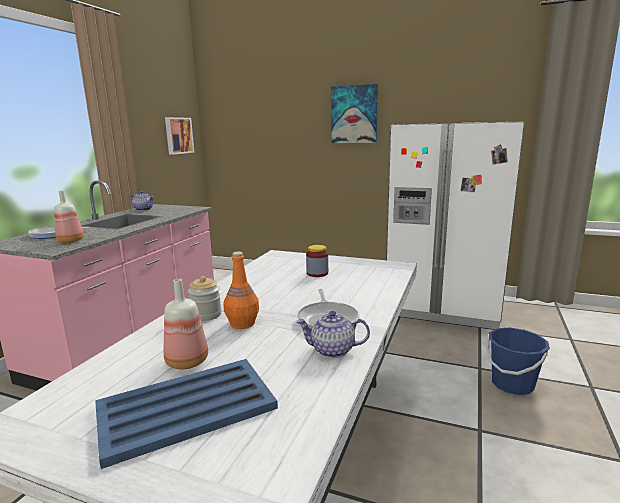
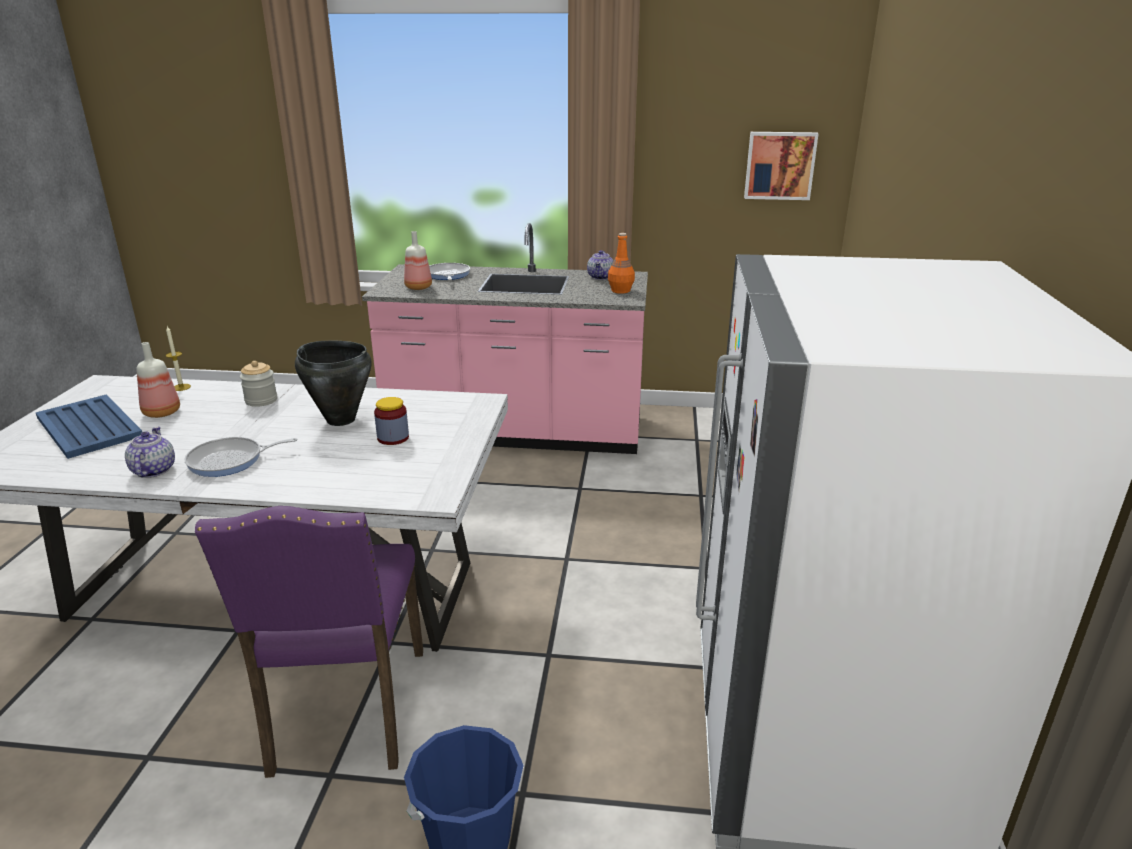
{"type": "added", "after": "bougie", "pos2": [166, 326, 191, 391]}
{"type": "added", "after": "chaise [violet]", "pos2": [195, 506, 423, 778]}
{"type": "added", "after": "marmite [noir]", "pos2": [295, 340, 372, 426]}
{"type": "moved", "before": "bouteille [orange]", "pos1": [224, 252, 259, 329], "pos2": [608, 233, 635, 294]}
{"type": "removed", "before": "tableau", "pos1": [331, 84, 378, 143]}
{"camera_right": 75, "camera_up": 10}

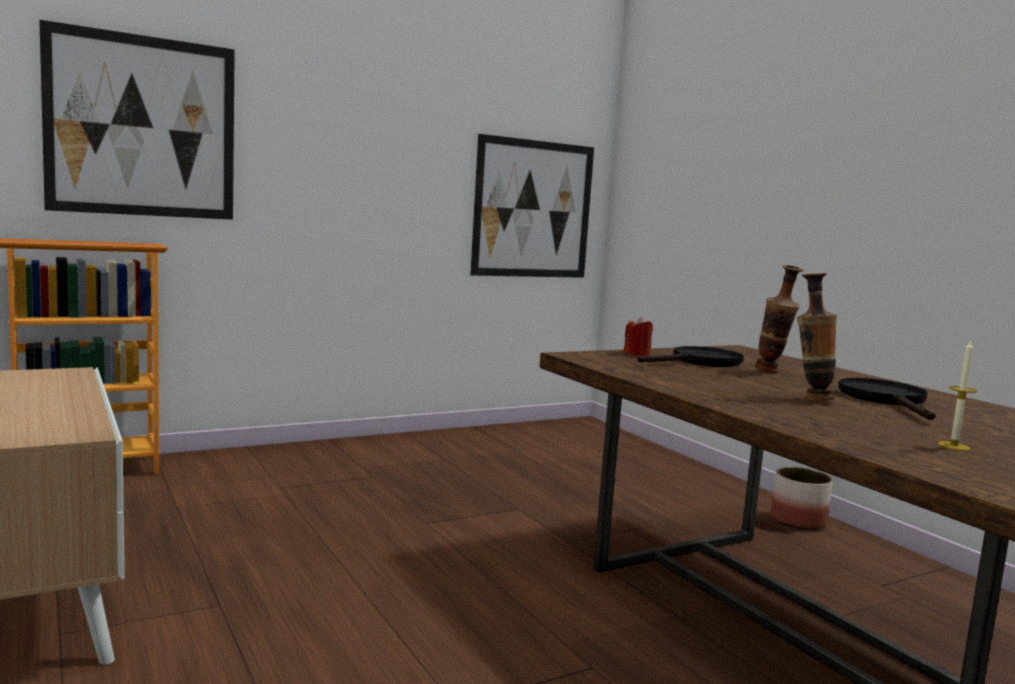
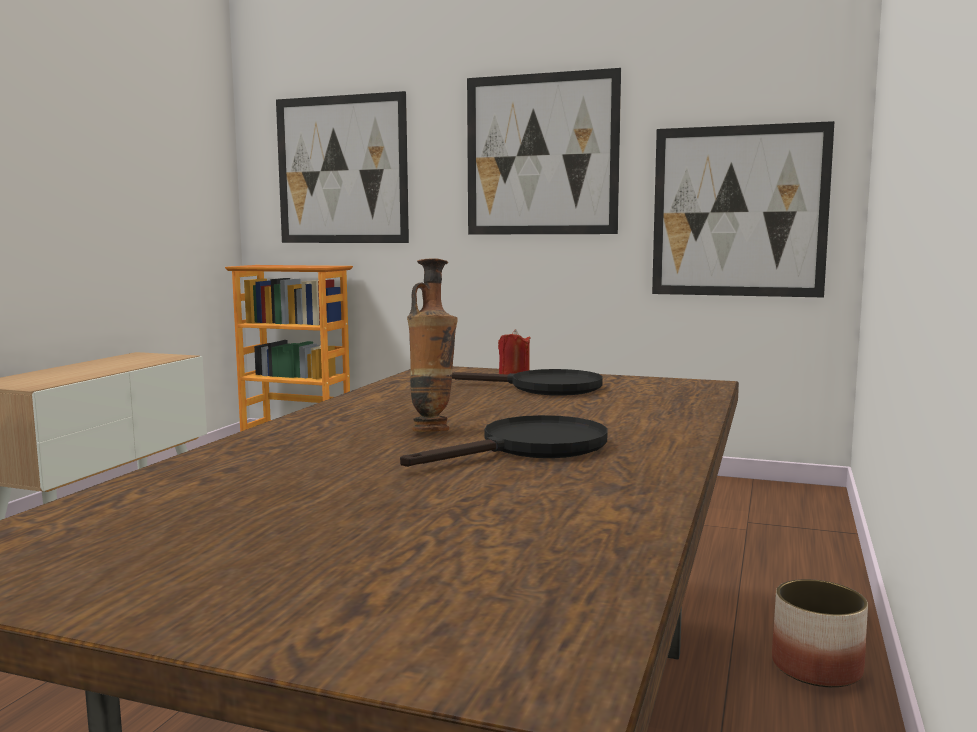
{"type": "added", "after": "tableau", "pos2": [467, 68, 621, 234]}
{"type": "removed", "before": "vase", "pos1": [754, 265, 803, 373]}
{"type": "removed", "before": "bougie", "pos1": [938, 340, 977, 451]}
{"camera_right": 50, "camera_up": 0}

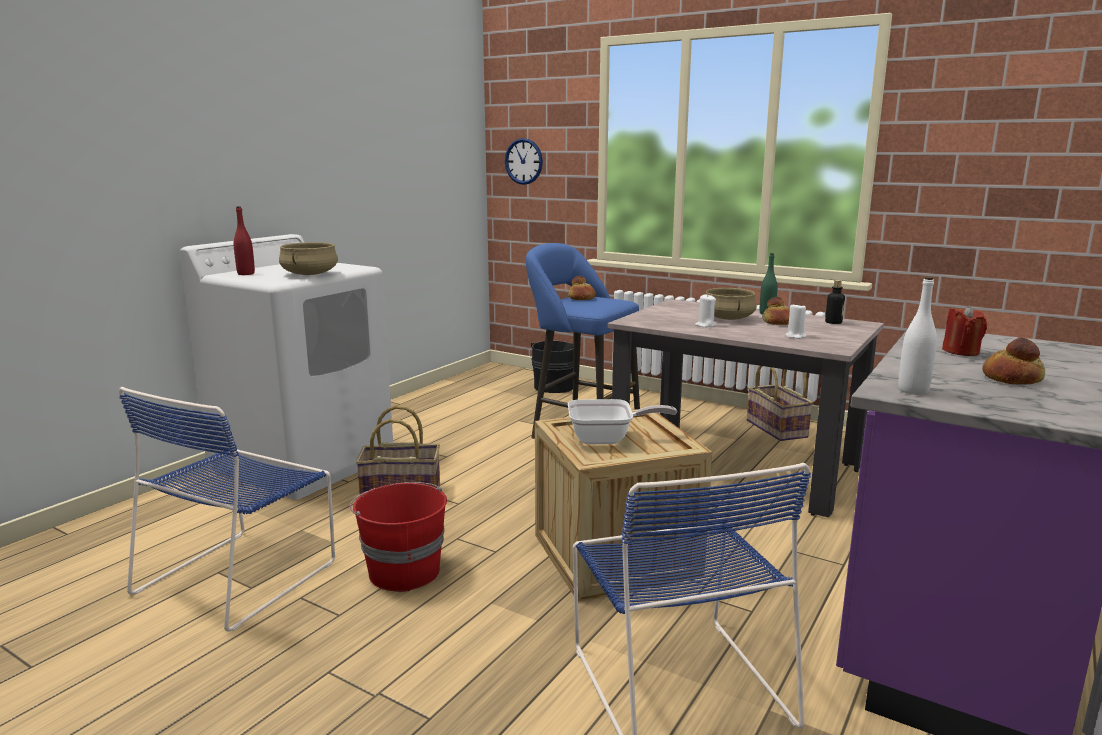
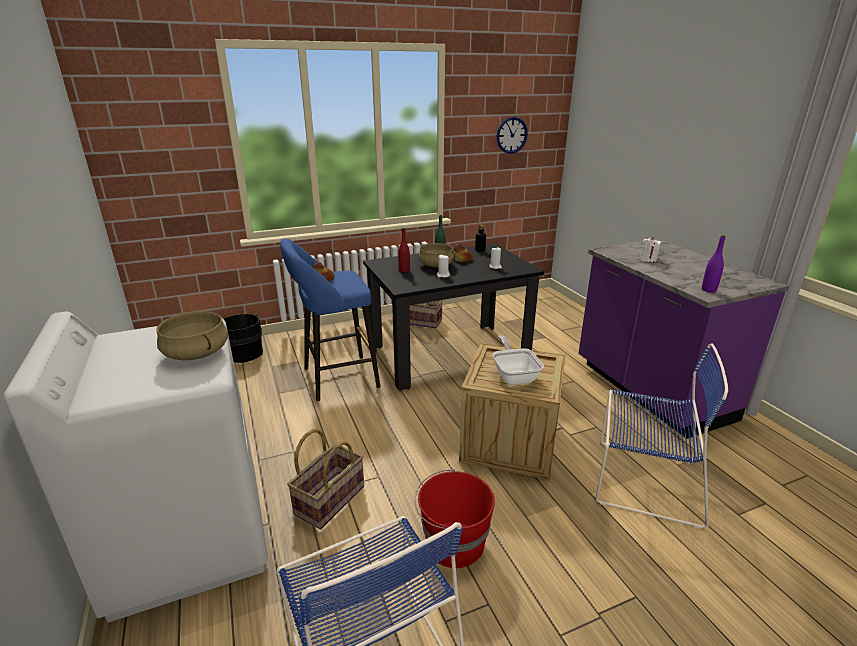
{"type": "recoloured", "before": "table à manger [beige]", "after": "table à manger [noir]", "pos1": [608, 299, 884, 518], "pos2": [363, 243, 544, 390]}
{"type": "moved", "before": "bouteille [rouge]", "pos1": [234, 206, 255, 275], "pos2": [398, 228, 410, 272]}
{"type": "turned", "before": "poêle", "pos1": [568, 399, 677, 444], "pos2": [492, 336, 544, 385], "turn": -45}
{"type": "moved", "before": "horloge murale", "pos1": [505, 138, 543, 185], "pos2": [497, 117, 528, 154]}
{"type": "recoloured", "before": "bougie [rouge]", "after": "bougie [blanc]", "pos1": [942, 305, 987, 356], "pos2": [639, 237, 661, 262]}
{"type": "recoloured", "before": "bouteille [blanc]", "after": "bouteille [violet]", "pos1": [898, 277, 937, 395], "pos2": [702, 235, 725, 293]}
{"type": "removed", "before": "pain", "pos1": [982, 338, 1045, 385]}
{"camera_right": -55, "camera_up": 10}

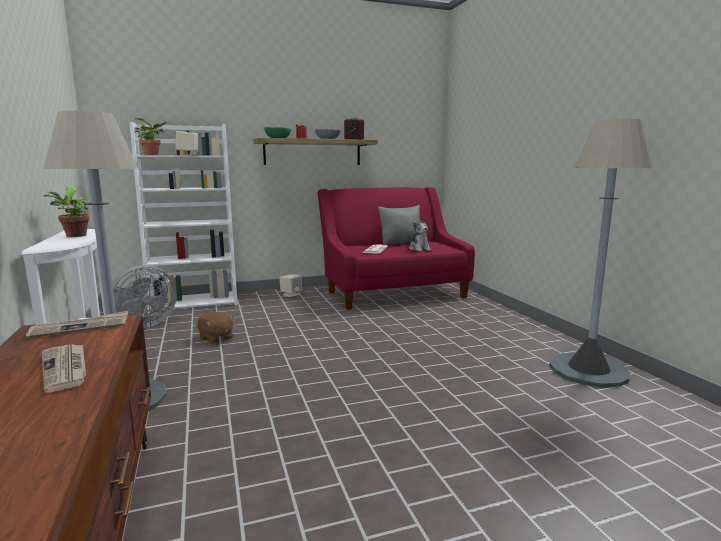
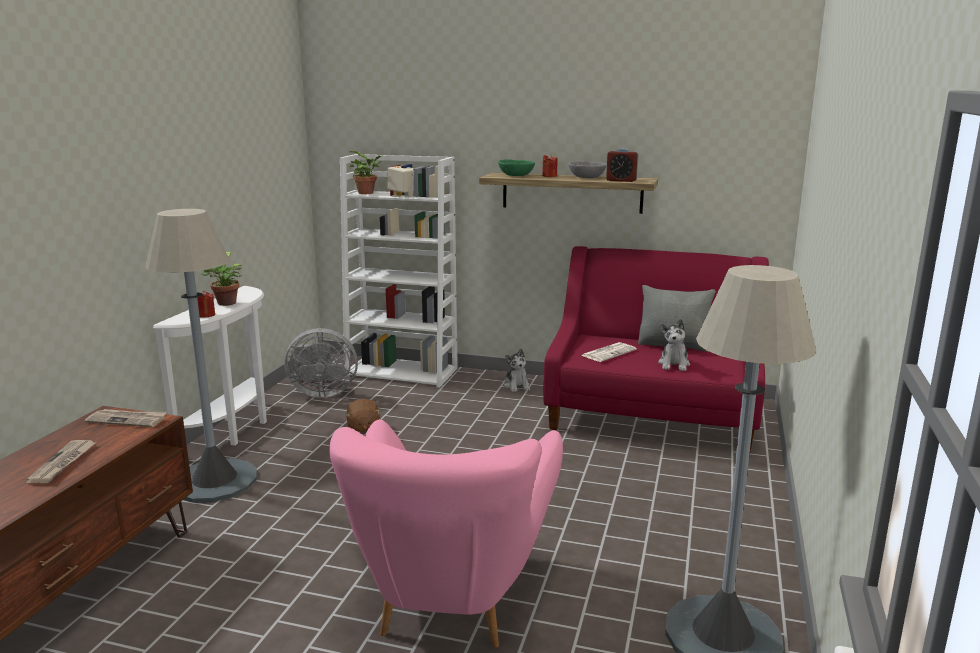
{"type": "added", "after": "bougie [rouge]", "pos2": [197, 290, 215, 318]}
{"type": "added", "after": "fauteuil [rose]", "pos2": [329, 419, 563, 648]}
{"type": "replaced", "before": "enceinte [beige]", "after": "peluche", "pos1": [279, 274, 302, 297], "pos2": [504, 349, 530, 392]}
{"camera_right": 35, "camera_up": 5}

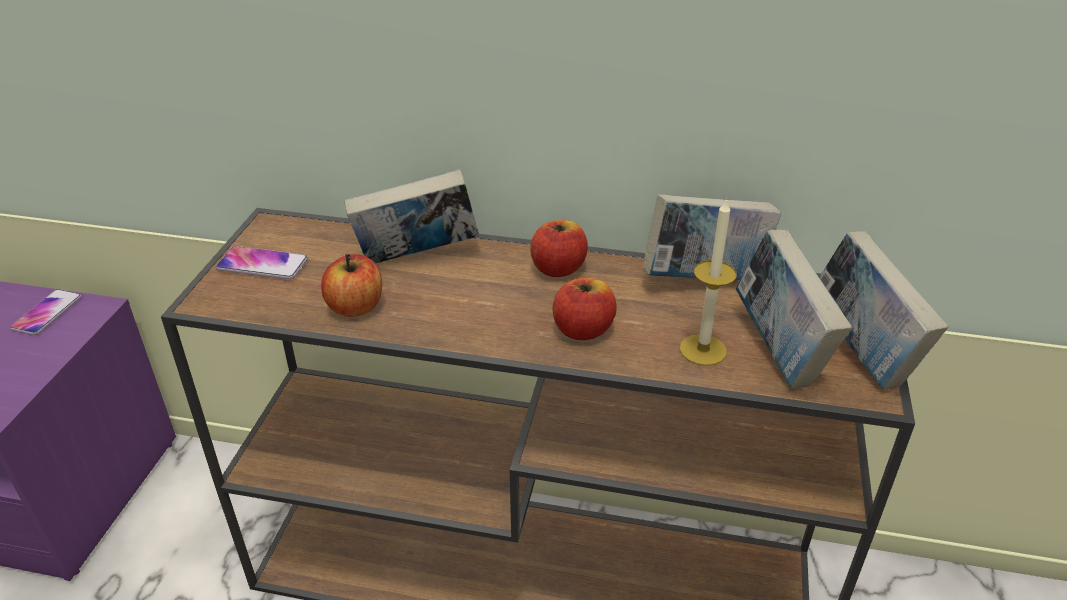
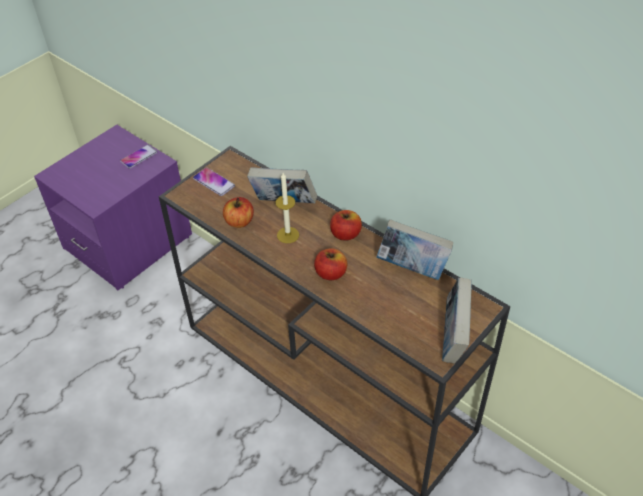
{"type": "moved", "before": "bougie", "pos1": [680, 198, 737, 366], "pos2": [276, 173, 299, 243]}
{"type": "removed", "before": "livre", "pos1": [736, 230, 852, 388]}
{"camera_right": 30, "camera_up": 10}

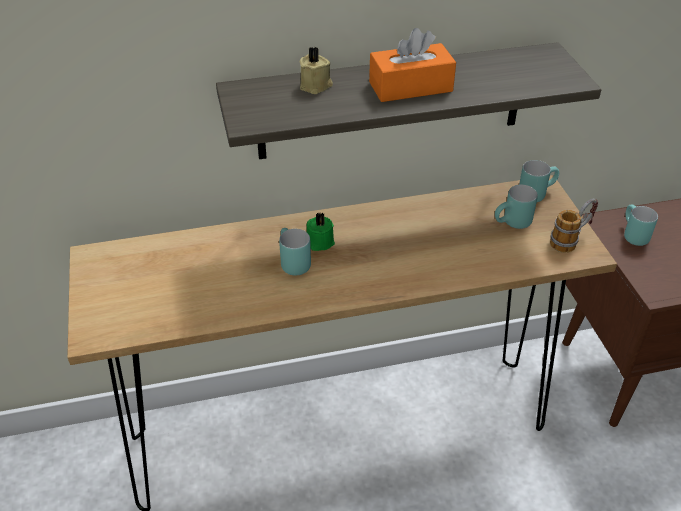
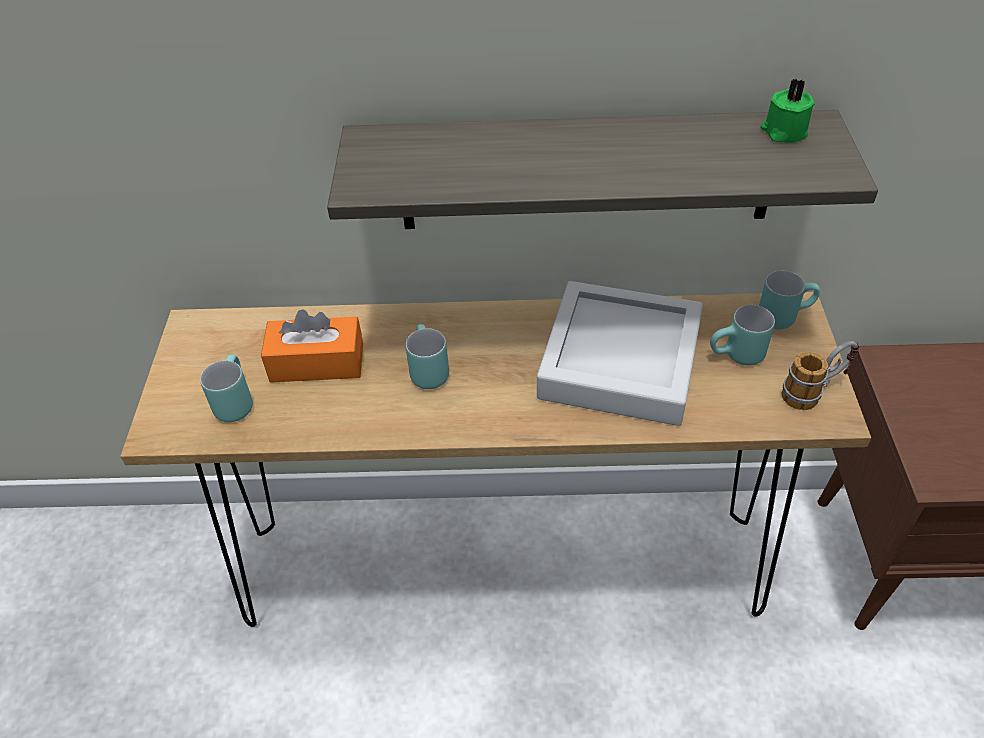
{"type": "moved", "before": "mug [turquoise]", "pos1": [624, 205, 658, 246], "pos2": [200, 354, 253, 422]}
{"type": "moved", "before": "boîte à mouchoirs [orange]", "pos1": [369, 28, 456, 102], "pos2": [261, 309, 363, 383]}
{"type": "added", "after": "plateau [gris]", "pos2": [537, 281, 703, 426]}
{"type": "moved", "before": "bougie [vert]", "pos1": [306, 213, 335, 251], "pos2": [761, 79, 815, 143]}
{"type": "removed", "before": "bougie [beige]", "pos1": [300, 47, 333, 94]}
{"camera_right": 15, "camera_up": 5}

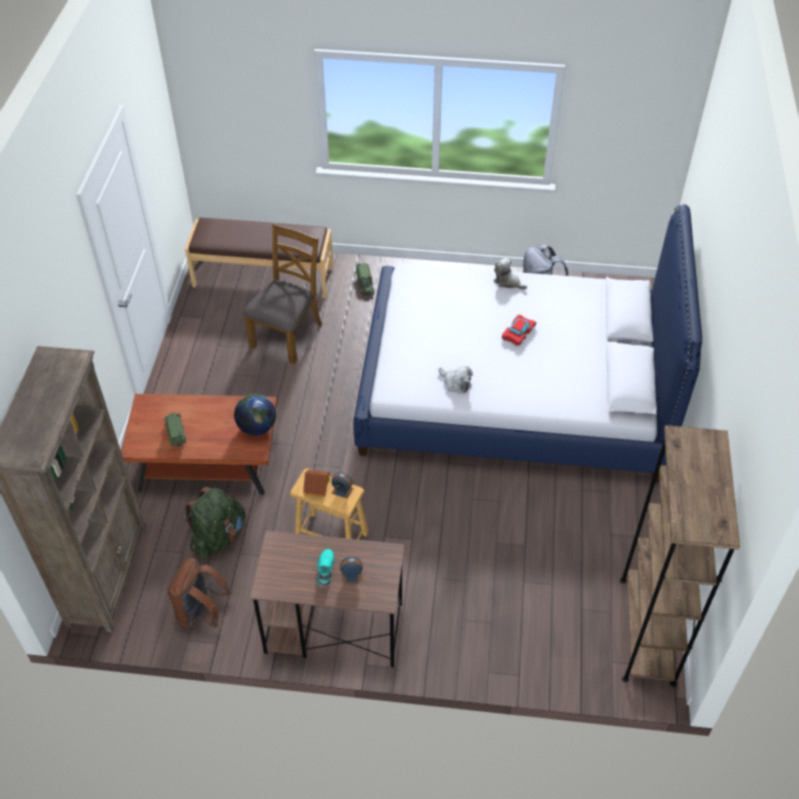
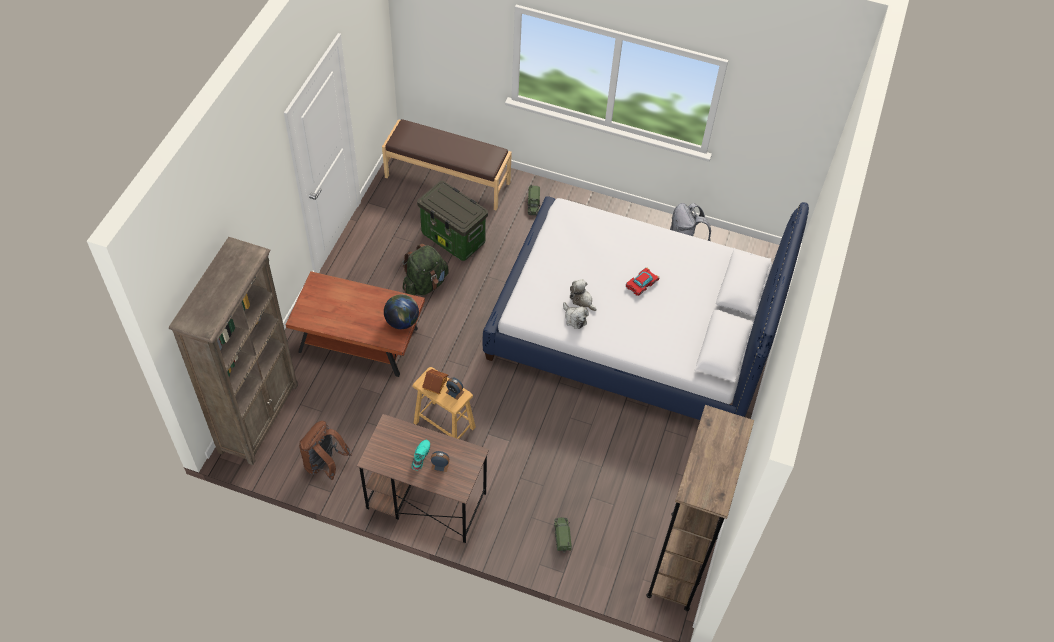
{"type": "moved", "before": "sac à dos [vert]", "pos1": [184, 487, 246, 558], "pos2": [402, 244, 449, 295]}
{"type": "replaced", "before": "chaise [marron]", "after": "boîte de rangement", "pos1": [243, 223, 322, 364], "pos2": [417, 181, 488, 261]}
{"type": "moved", "before": "camion jouet", "pos1": [164, 413, 186, 446], "pos2": [554, 517, 572, 553]}
{"type": "moved", "before": "peluche", "pos1": [494, 258, 527, 289], "pos2": [570, 279, 597, 311]}
{"camera_right": 10, "camera_up": 5}

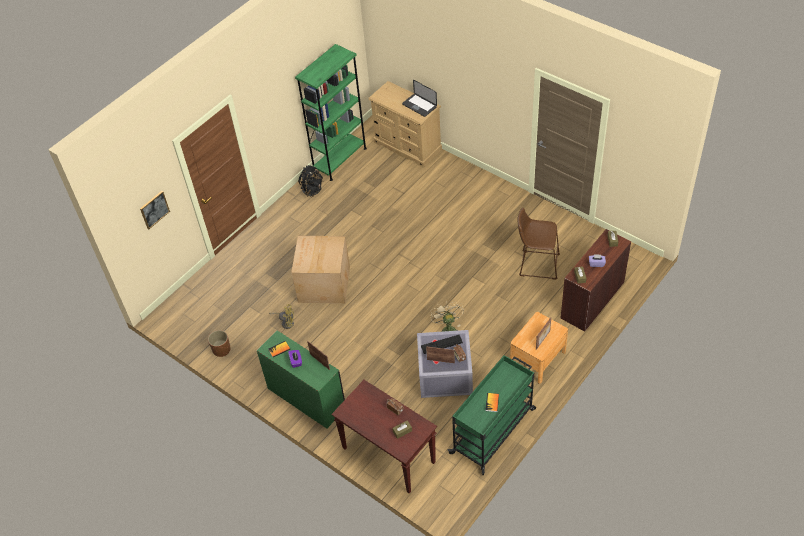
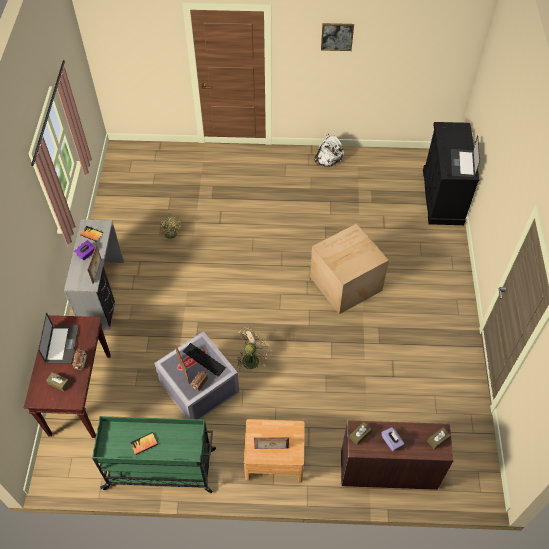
{"type": "added", "after": "ordinateur portable", "pos2": [38, 313, 79, 364]}
{"type": "recoloured", "before": "bureau [vert]", "after": "bureau [gris]", "pos1": [257, 331, 345, 429], "pos2": [64, 219, 124, 330]}
{"type": "moved", "before": "carton", "pos1": [291, 236, 350, 304], "pos2": [310, 223, 389, 314]}
{"type": "recoloured", "before": "sac à dos [noir]", "after": "sac à dos [blanc]", "pos1": [298, 165, 323, 197], "pos2": [314, 134, 344, 167]}
{"type": "moved", "before": "tableau", "pos1": [140, 191, 170, 229], "pos2": [321, 23, 354, 51]}
{"type": "recoloured", "before": "commode [beige]", "after": "commode [noir]", "pos1": [368, 81, 442, 168], "pos2": [423, 122, 480, 225]}
{"type": "removed", "before": "cache-pot [marron]", "pos1": [208, 330, 231, 357]}
{"type": "removed", "before": "bibliothèque [vert]", "pos1": [295, 44, 367, 181]}
{"type": "removed", "before": "tabouret [marron]", "pos1": [518, 208, 560, 280]}
{"camera_right": 50, "camera_up": 5}

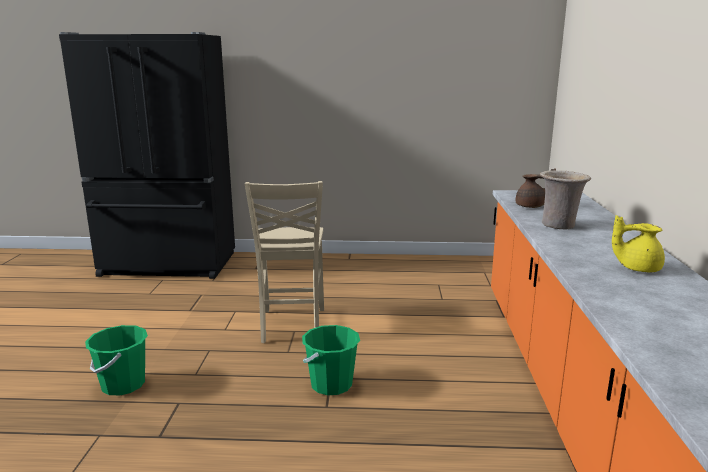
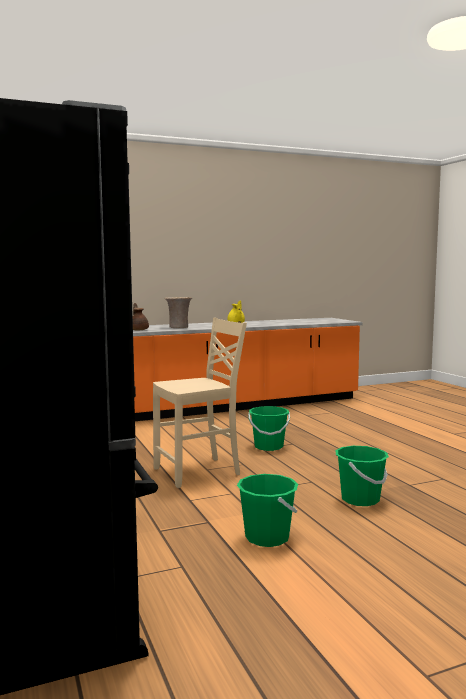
{"type": "added", "after": "seau [vert]", "pos2": [237, 474, 298, 547]}
{"camera_right": -115, "camera_up": -10}

